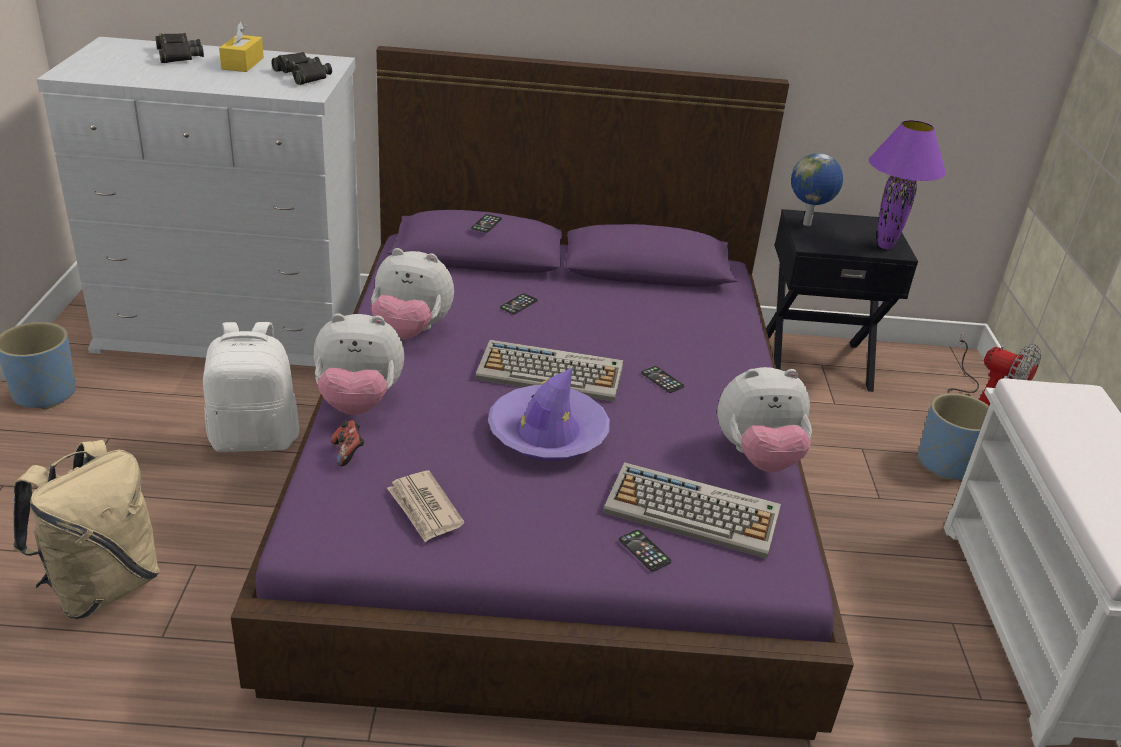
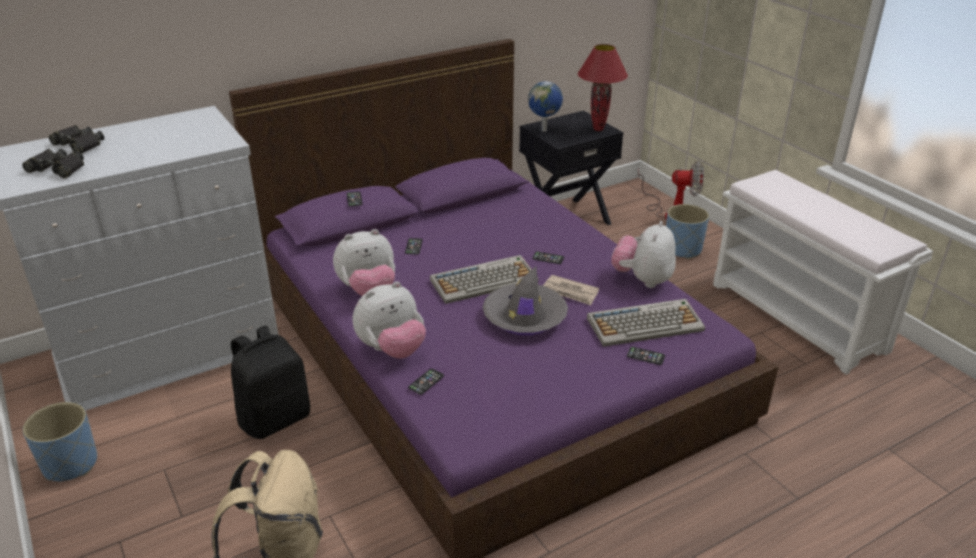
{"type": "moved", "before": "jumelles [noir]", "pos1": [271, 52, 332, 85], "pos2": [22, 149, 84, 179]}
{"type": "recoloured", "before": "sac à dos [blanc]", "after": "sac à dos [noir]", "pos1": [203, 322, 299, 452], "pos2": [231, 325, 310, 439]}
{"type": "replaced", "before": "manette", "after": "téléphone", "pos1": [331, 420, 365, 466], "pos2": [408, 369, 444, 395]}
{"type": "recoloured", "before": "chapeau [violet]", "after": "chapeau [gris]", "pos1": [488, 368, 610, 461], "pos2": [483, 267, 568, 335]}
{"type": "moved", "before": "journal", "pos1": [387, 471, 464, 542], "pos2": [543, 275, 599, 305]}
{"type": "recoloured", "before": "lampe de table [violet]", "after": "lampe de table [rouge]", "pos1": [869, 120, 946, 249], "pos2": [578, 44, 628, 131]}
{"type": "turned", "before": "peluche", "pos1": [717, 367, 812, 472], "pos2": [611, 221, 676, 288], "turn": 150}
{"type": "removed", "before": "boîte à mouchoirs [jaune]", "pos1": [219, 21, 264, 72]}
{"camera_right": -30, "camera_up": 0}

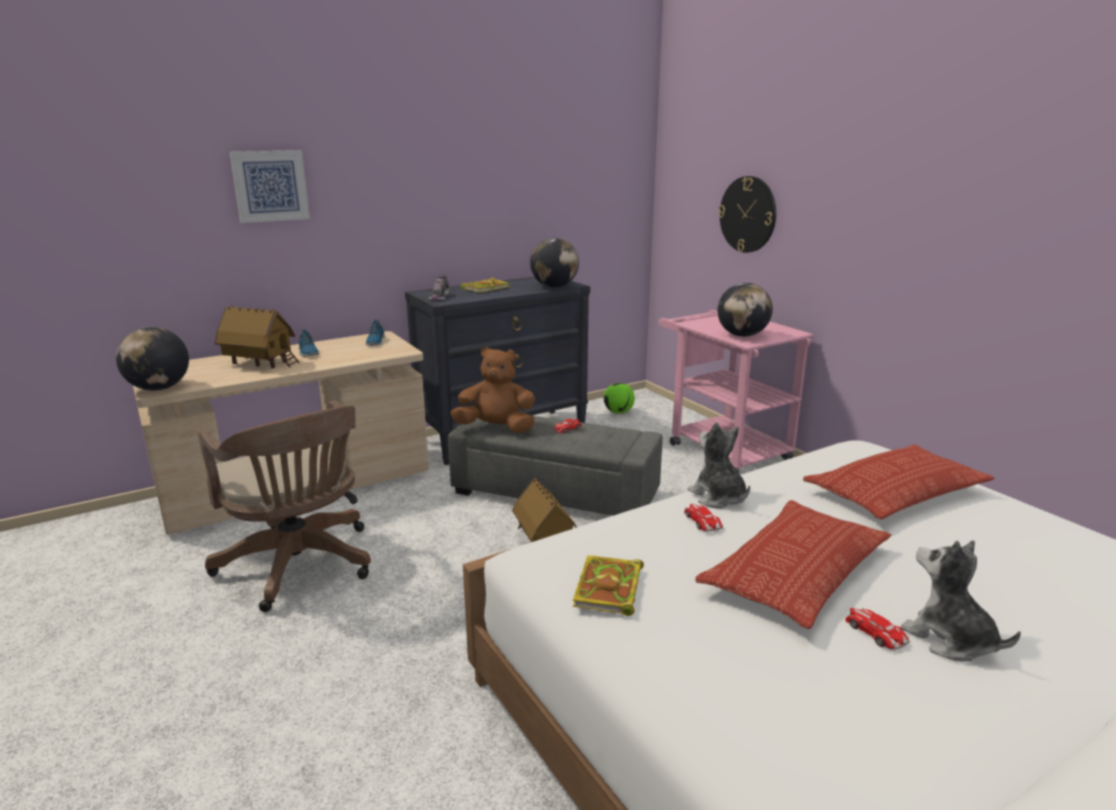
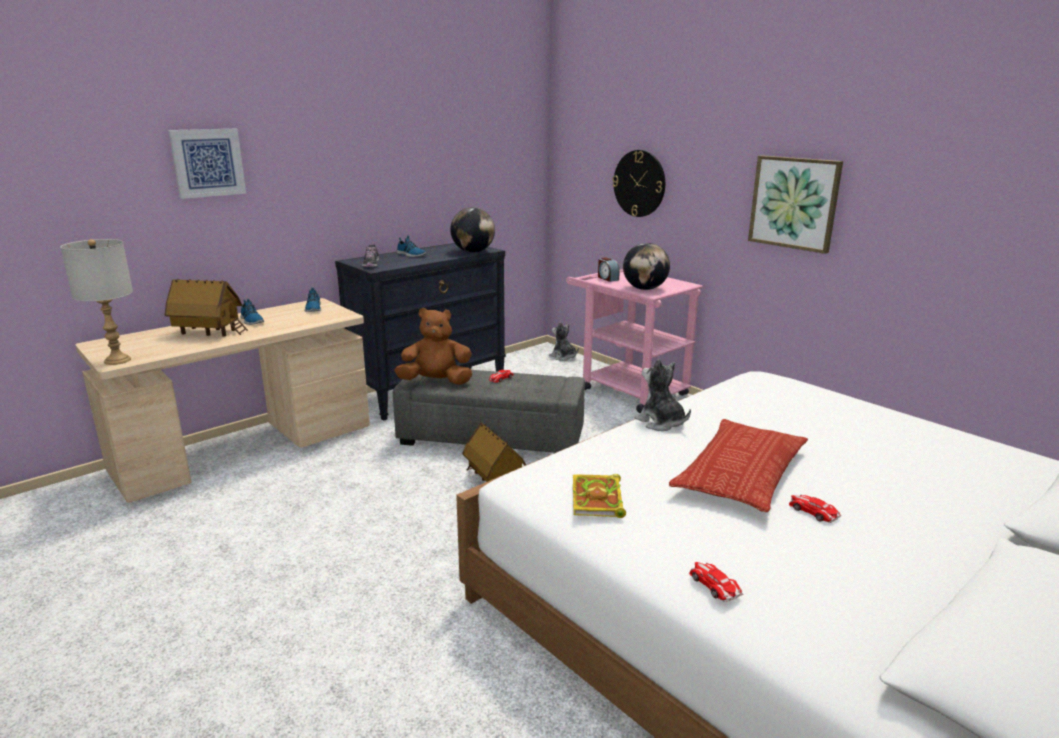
{"type": "replaced", "before": "globe", "after": "lampe de table [gris]", "pos1": [116, 327, 189, 391], "pos2": [60, 239, 133, 365]}
{"type": "replaced", "before": "livre", "after": "chaussure", "pos1": [461, 277, 510, 293], "pos2": [397, 235, 427, 257]}
{"type": "moved", "before": "peluche", "pos1": [900, 540, 1021, 662], "pos2": [549, 322, 579, 361]}
{"type": "added", "after": "réveil", "pos2": [598, 257, 620, 282]}
{"type": "moved", "before": "petite voiture", "pos1": [684, 504, 723, 532], "pos2": [689, 562, 743, 602]}
{"type": "added", "after": "tableau", "pos2": [748, 155, 843, 254]}
{"type": "removed", "before": "chaise de bureau [marron]", "pos1": [198, 401, 371, 612]}
{"type": "removed", "before": "ballon de foot", "pos1": [604, 383, 635, 414]}
{"type": "removed", "before": "coussin", "pos1": [803, 444, 994, 519]}
{"camera_right": -10, "camera_up": 0}

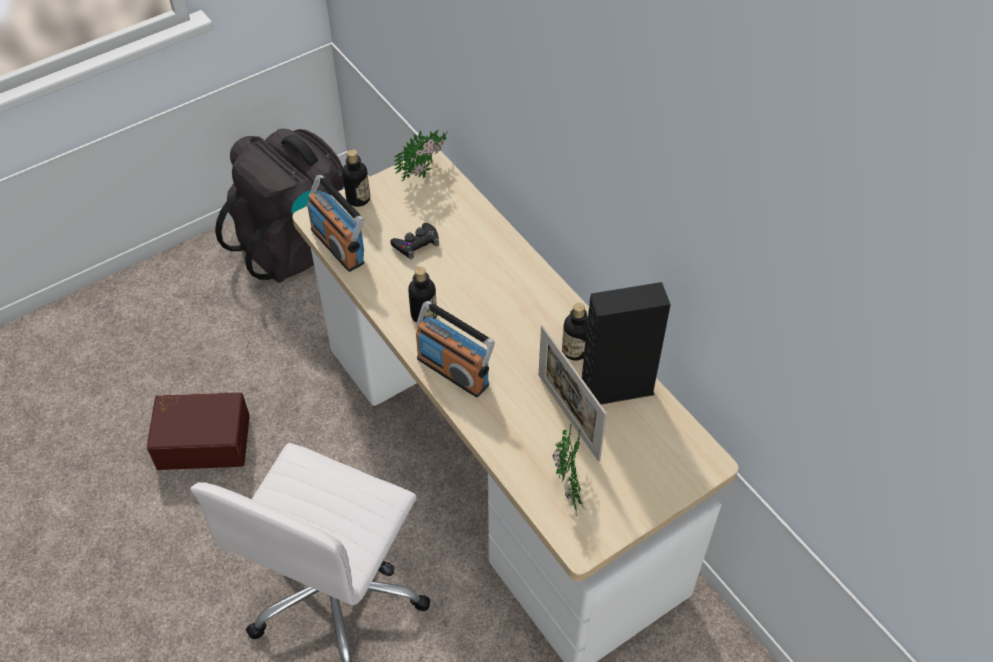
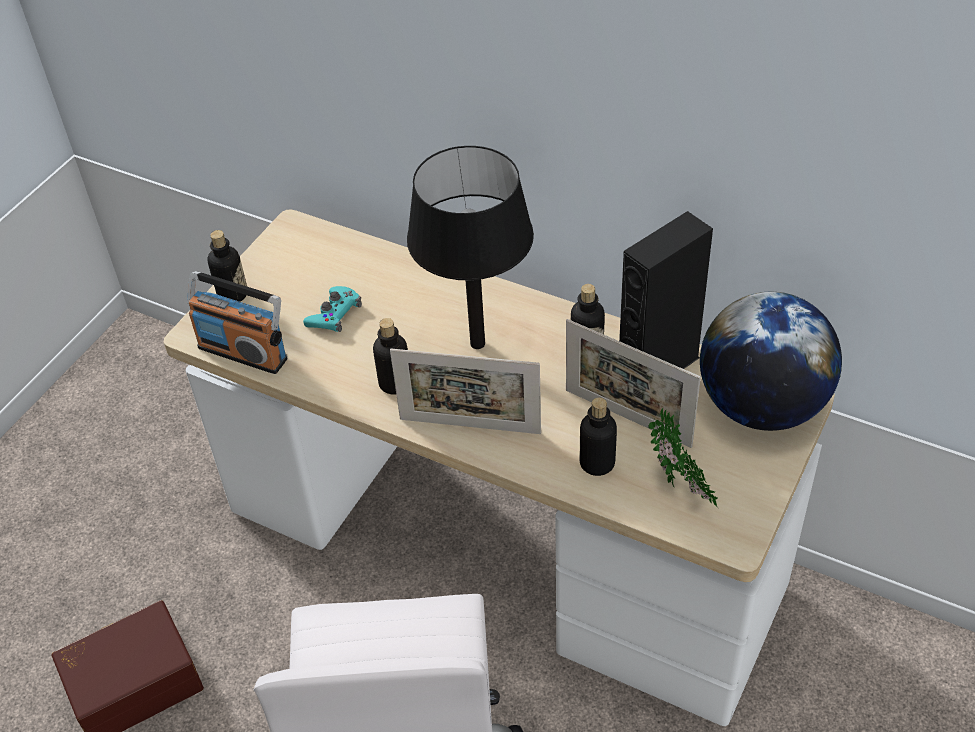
{"type": "recoloured", "before": "manette [noir]", "after": "manette [turquoise]", "pos1": [390, 223, 439, 259], "pos2": [303, 286, 362, 332]}
{"type": "replaced", "before": "radio", "after": "cadre photo", "pos1": [416, 301, 495, 397], "pos2": [390, 349, 541, 434]}
{"type": "added", "after": "lampe de table [noir]", "pos2": [407, 146, 534, 349]}
{"type": "added", "after": "bouteille", "pos2": [579, 398, 617, 476]}
{"type": "added", "after": "globe", "pos2": [700, 292, 842, 431]}
{"type": "removed", "before": "sac à dos [noir]", "pos1": [215, 129, 345, 283]}
{"type": "removed", "before": "plante en pot", "pos1": [394, 129, 448, 181]}
{"camera_right": -25, "camera_up": -5}

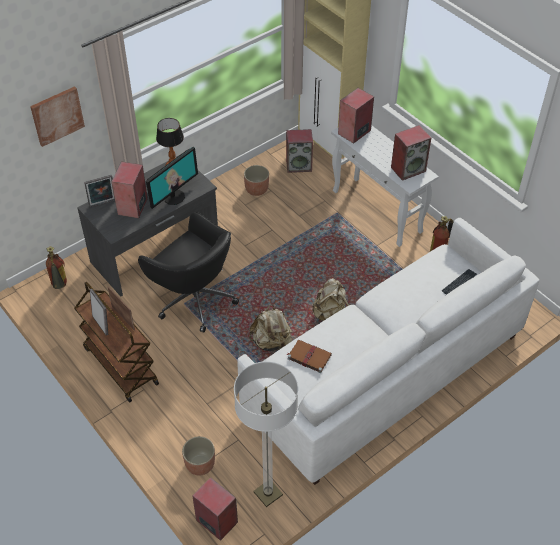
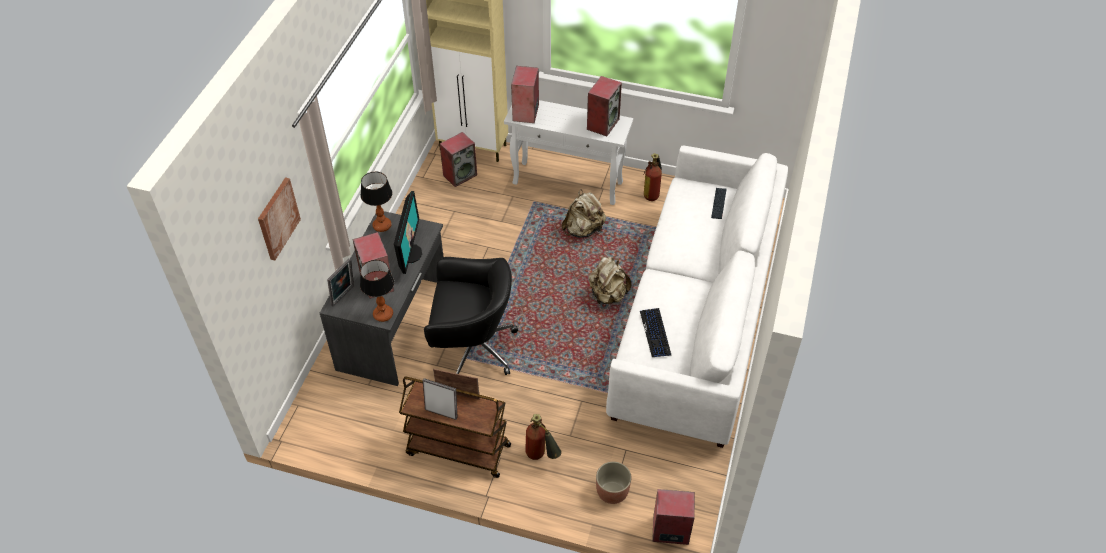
{"type": "added", "after": "lampe de table", "pos2": [360, 260, 394, 322]}
{"type": "moved", "before": "extincteur", "pos1": [46, 246, 67, 289], "pos2": [525, 414, 562, 460]}
{"type": "moved", "before": "sac à dos [beige]", "pos1": [249, 305, 293, 351], "pos2": [562, 189, 606, 238]}
{"type": "replaced", "before": "livre [marron]", "after": "clavier", "pos1": [286, 339, 332, 373], "pos2": [640, 308, 671, 357]}
{"type": "removed", "before": "lampadaire", "pos1": [234, 361, 298, 507]}
{"type": "removed", "before": "cache-pot", "pos1": [244, 165, 269, 196]}
{"camera_right": -35, "camera_up": 0}

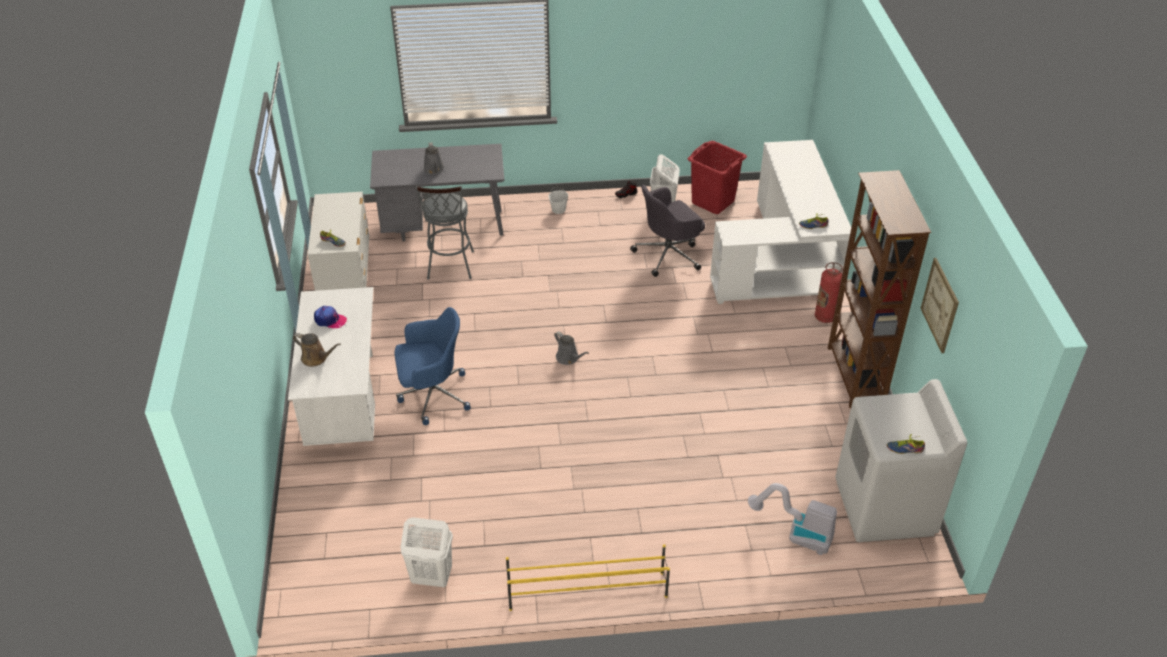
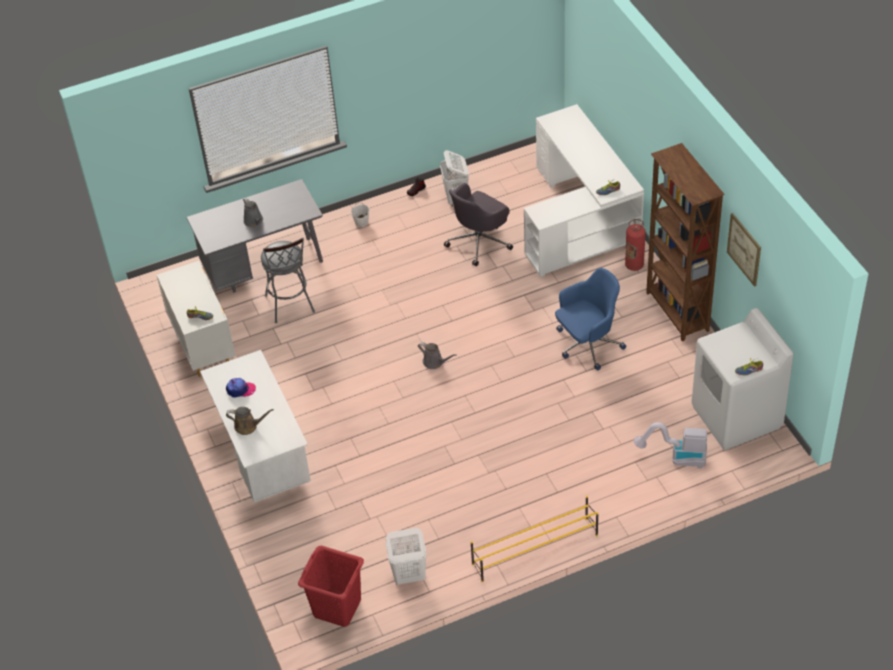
{"type": "moved", "before": "panier à linge [rouge]", "pos1": [688, 141, 747, 214], "pos2": [298, 546, 364, 627]}
{"type": "moved", "before": "chaise de bureau [bleu]", "pos1": [395, 307, 471, 425], "pos2": [555, 268, 626, 371]}
{"camera_right": -15, "camera_up": 5}

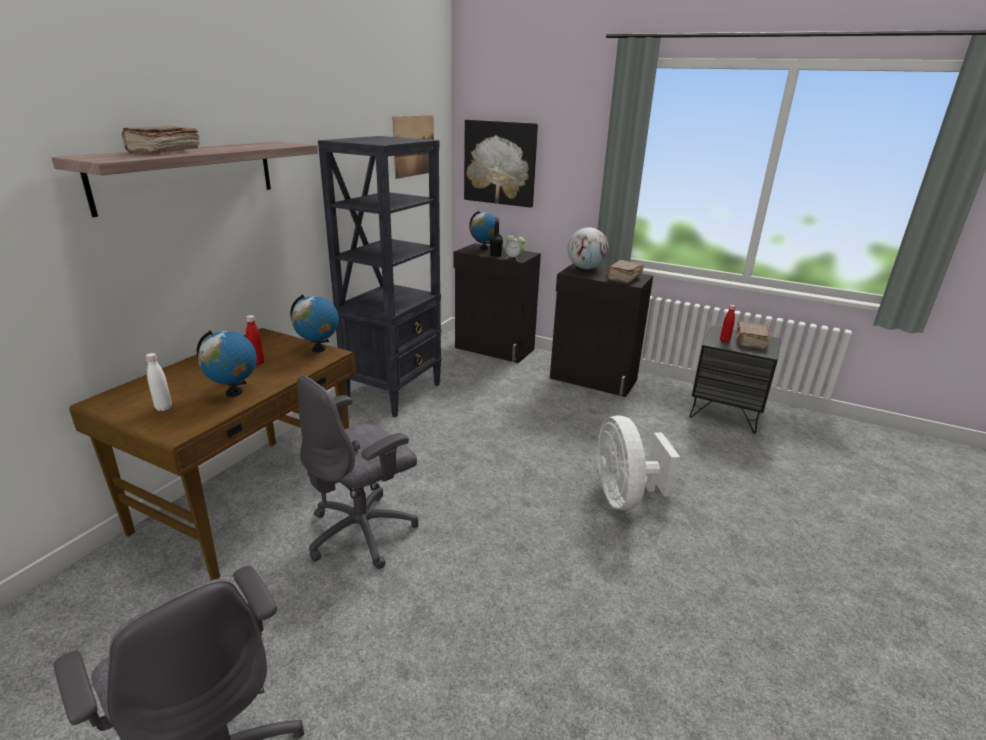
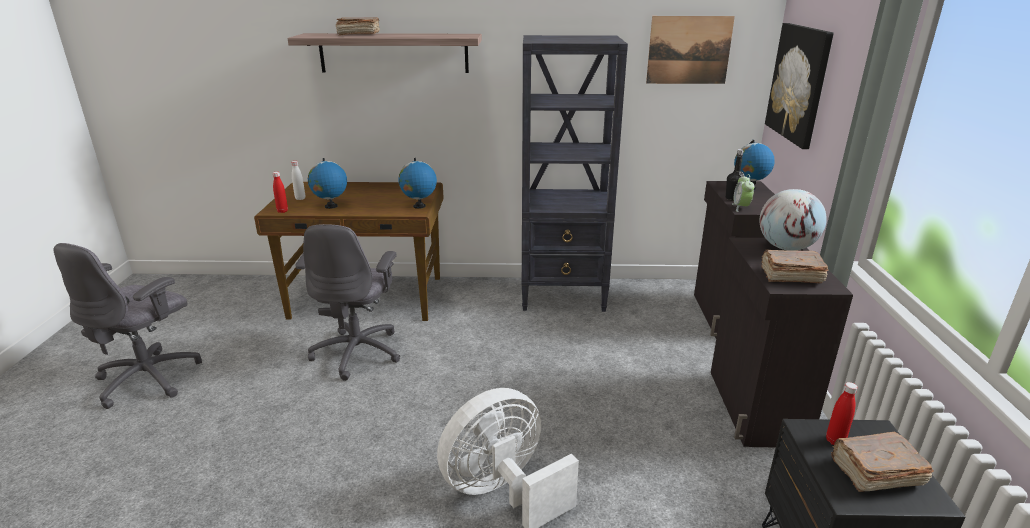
{"type": "moved", "before": "bouteille [rouge]", "pos1": [246, 315, 264, 366], "pos2": [273, 172, 288, 213]}
{"type": "turned", "before": "chaise de bureau [gris]", "pos1": [297, 375, 418, 569], "pos2": [295, 224, 400, 381], "turn": -105}
{"camera_right": 65, "camera_up": 0}

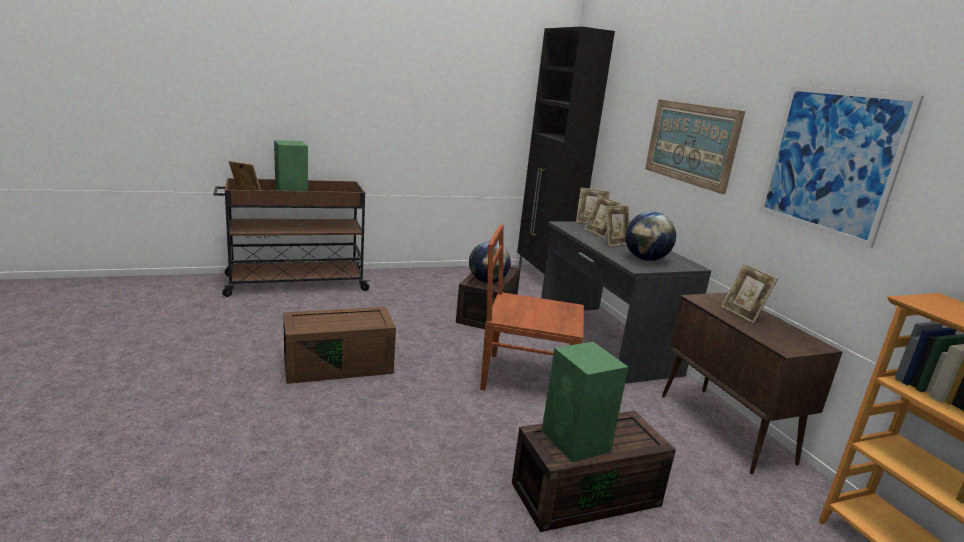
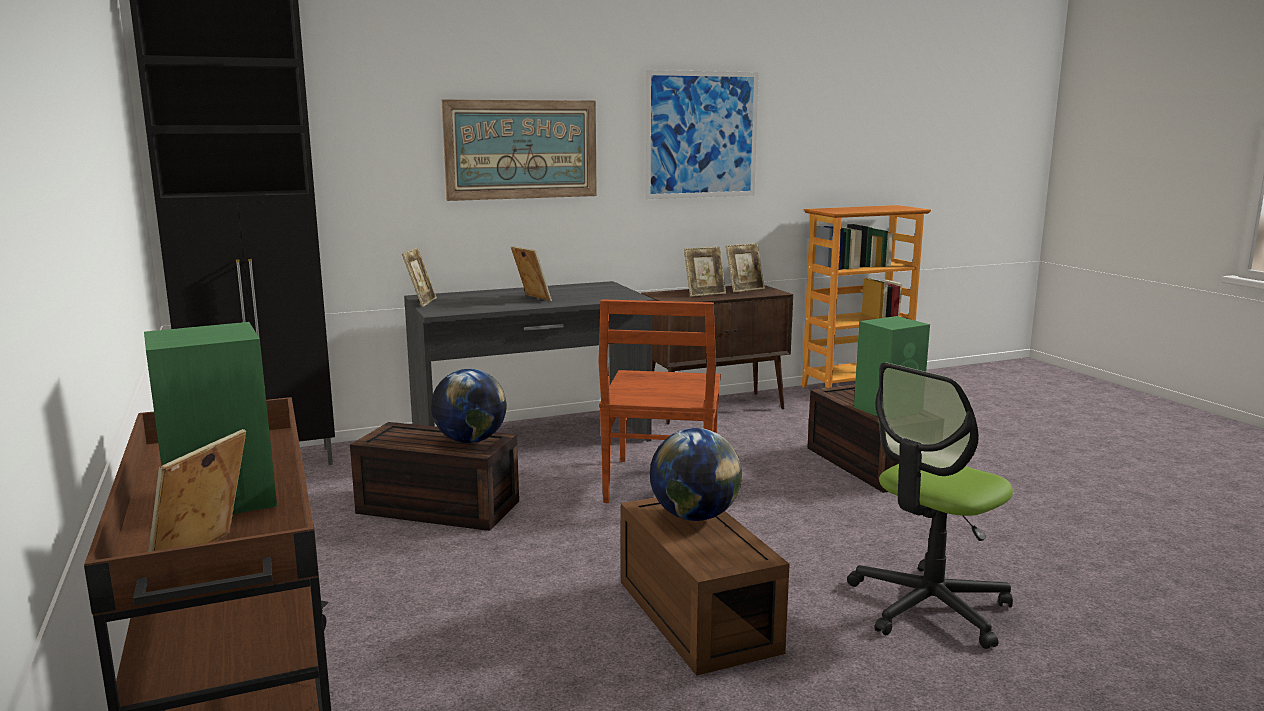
{"type": "moved", "before": "globe", "pos1": [625, 212, 676, 261], "pos2": [650, 428, 742, 521]}
{"type": "moved", "before": "cadre photo", "pos1": [584, 195, 620, 238], "pos2": [726, 243, 765, 293]}
{"type": "added", "after": "chaise de bureau", "pos2": [847, 363, 1013, 649]}
{"camera_right": -90, "camera_up": -5}

